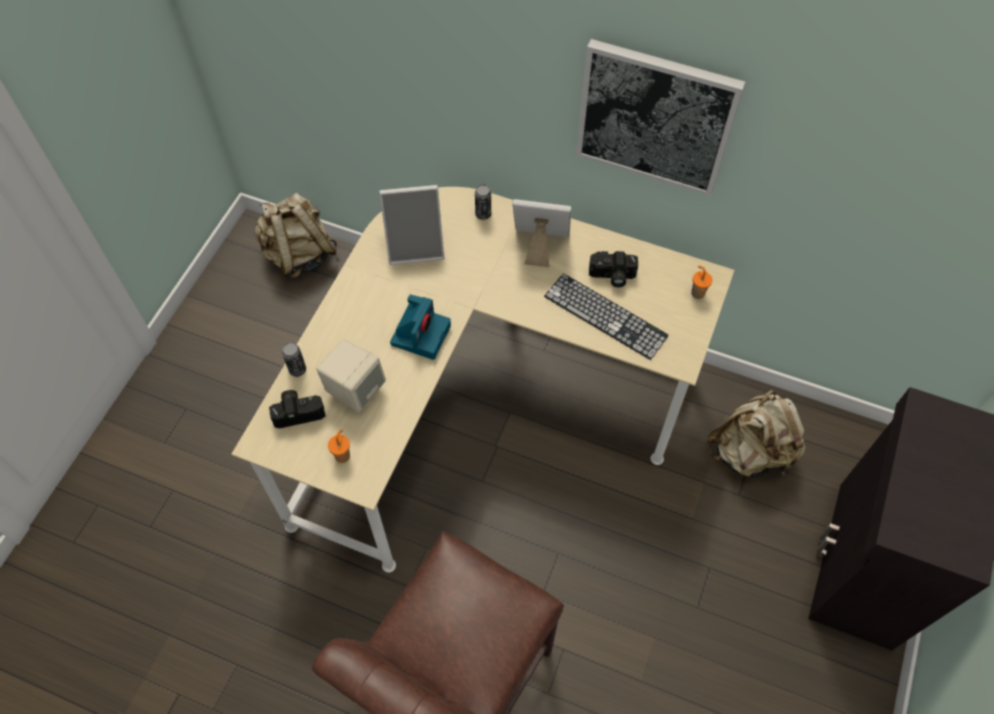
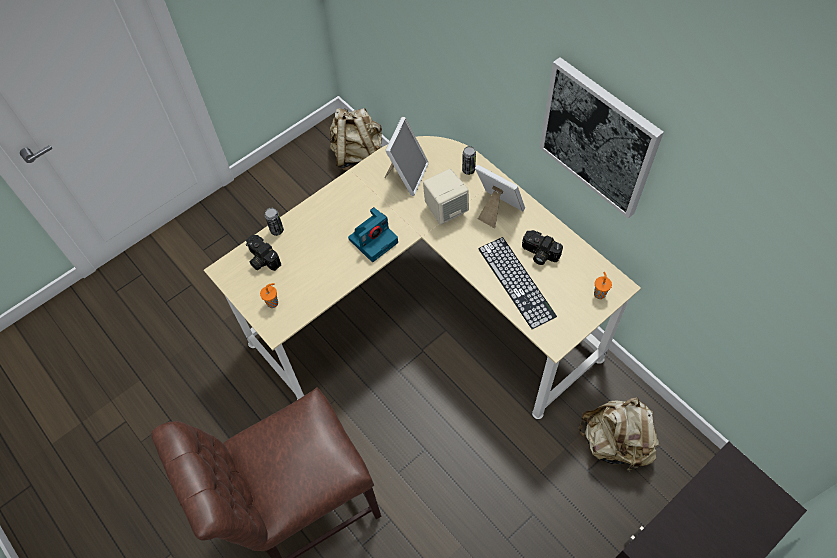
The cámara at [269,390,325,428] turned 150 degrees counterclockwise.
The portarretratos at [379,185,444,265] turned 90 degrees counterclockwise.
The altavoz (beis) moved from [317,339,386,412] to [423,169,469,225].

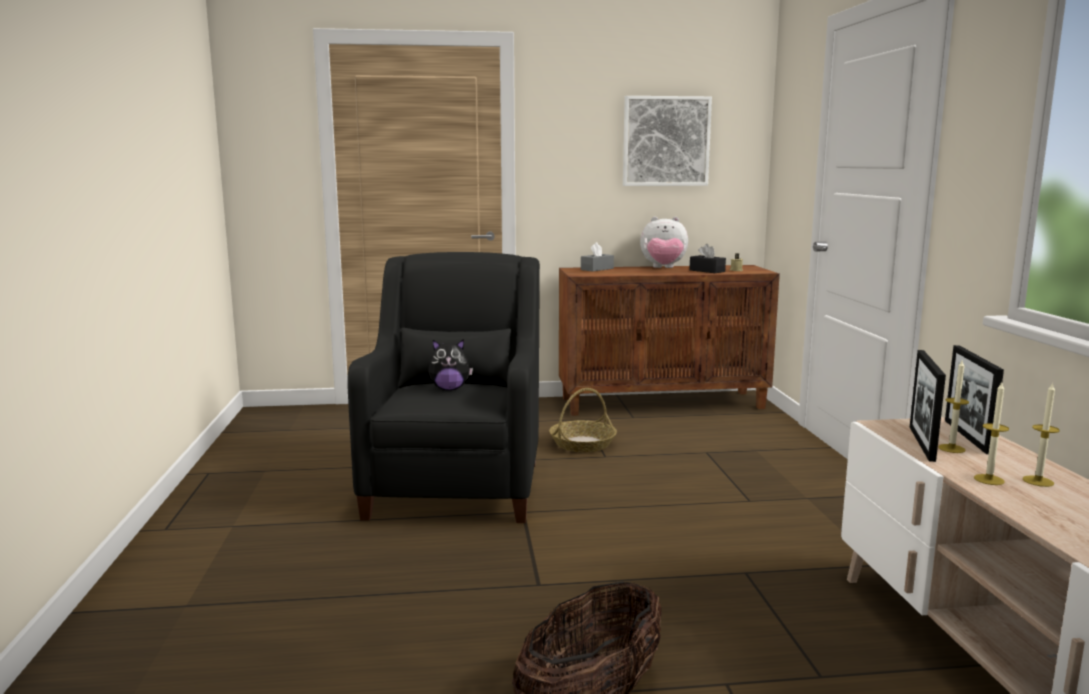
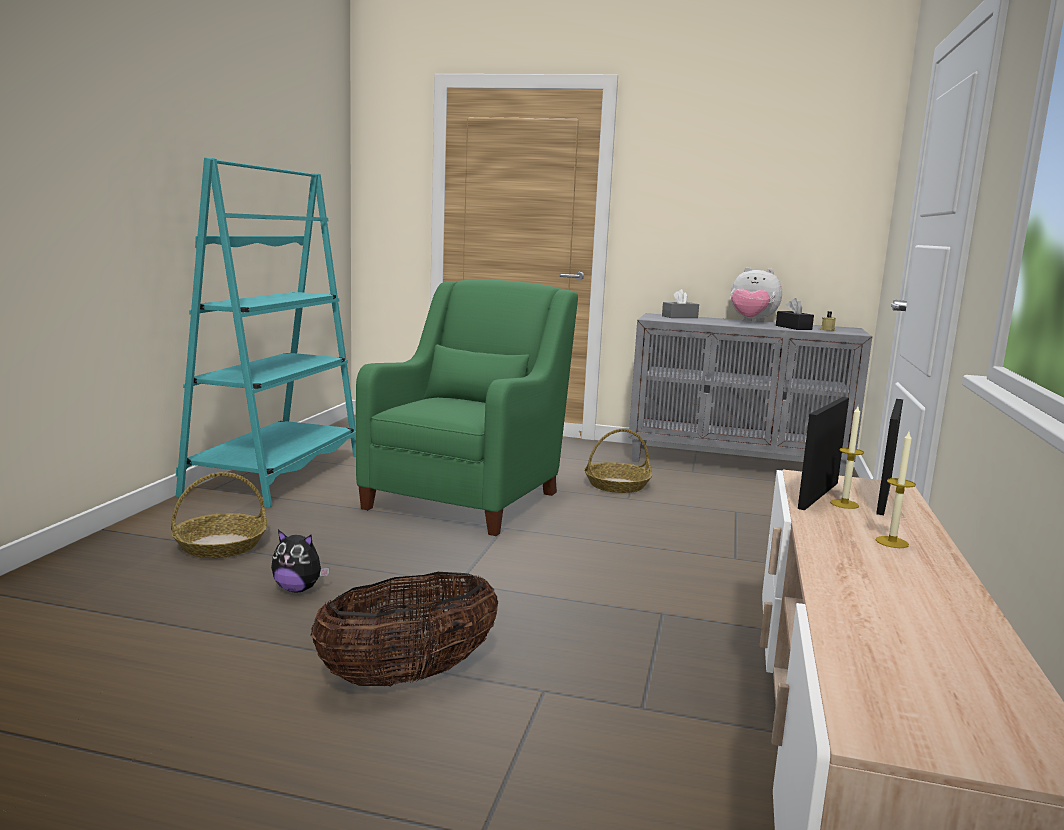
The cesta at [171,472,267,558] appeared.
The estantería (turquesa) at [176,157,356,508] appeared.
The peluche moved from [428,339,473,390] to [271,530,330,592].
The sillón (negro) at [347,252,540,523] became the sillón (verde) at [356,280,578,536].
The armario (marrón) at [559,265,780,416] became the armario (gris) at [629,313,872,476].
The cuadro at [623,96,712,186] disappeared.
The vela at [974,383,1009,485] disappeared.

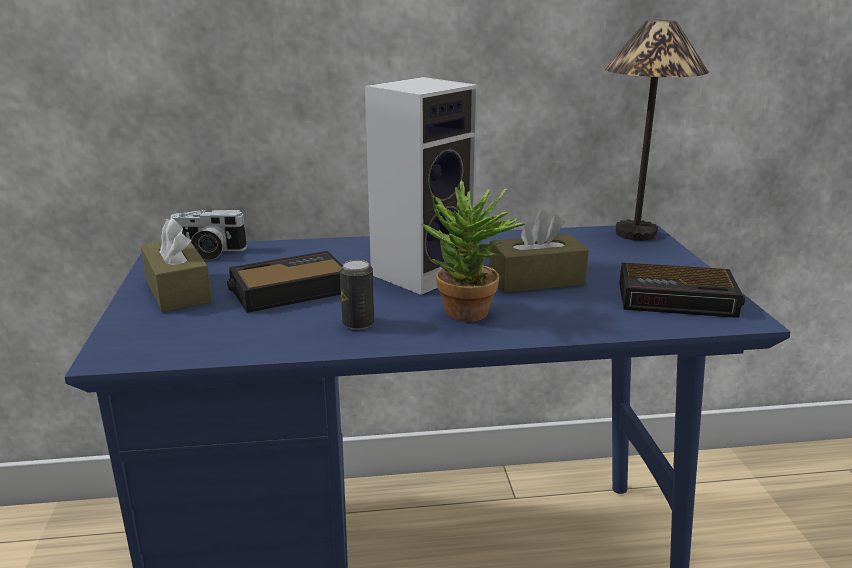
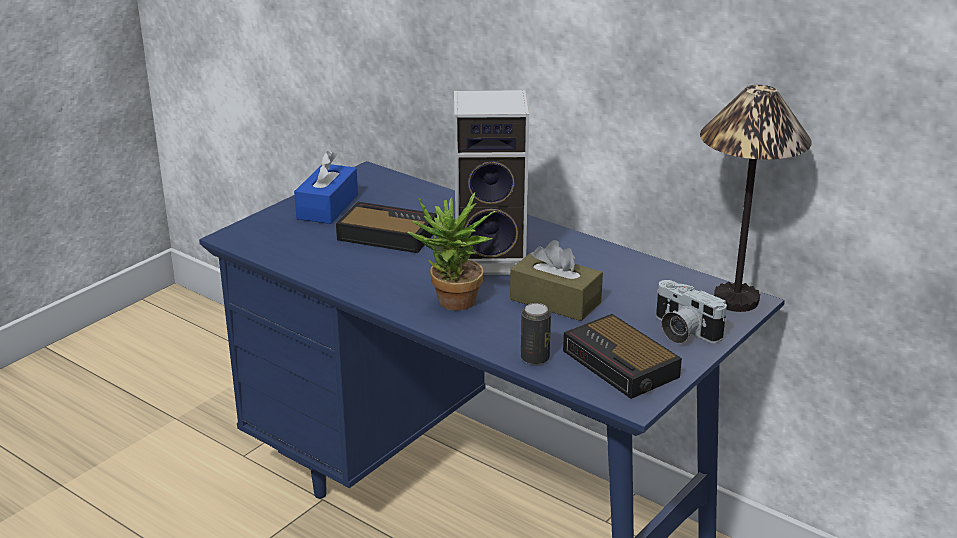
The caja de pañuelos (marrón) at [141,217,212,312] became the caja de pañuelos (azul) at [294,151,358,224].
The lata moved from [340,260,374,330] to [521,303,551,365].
The cámara moved from [170,210,247,260] to [656,280,727,344].

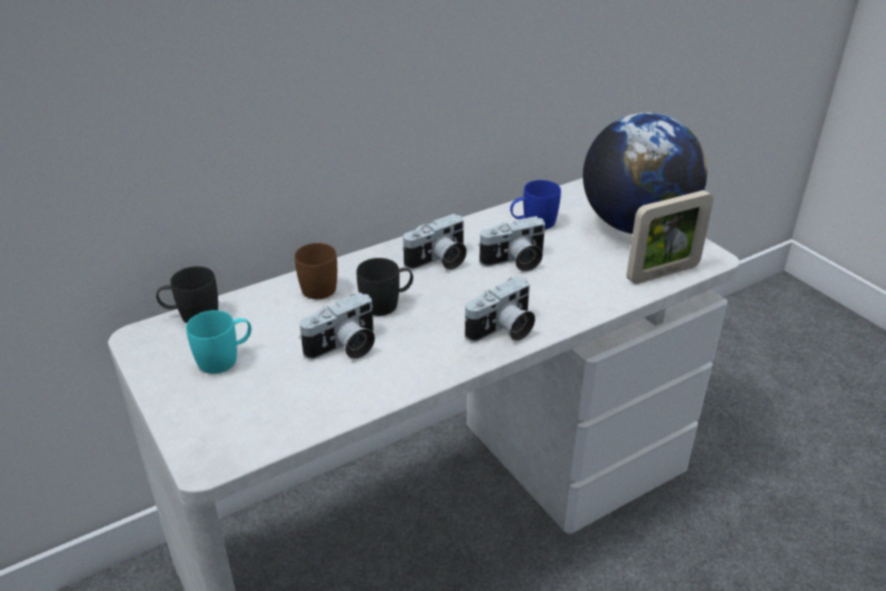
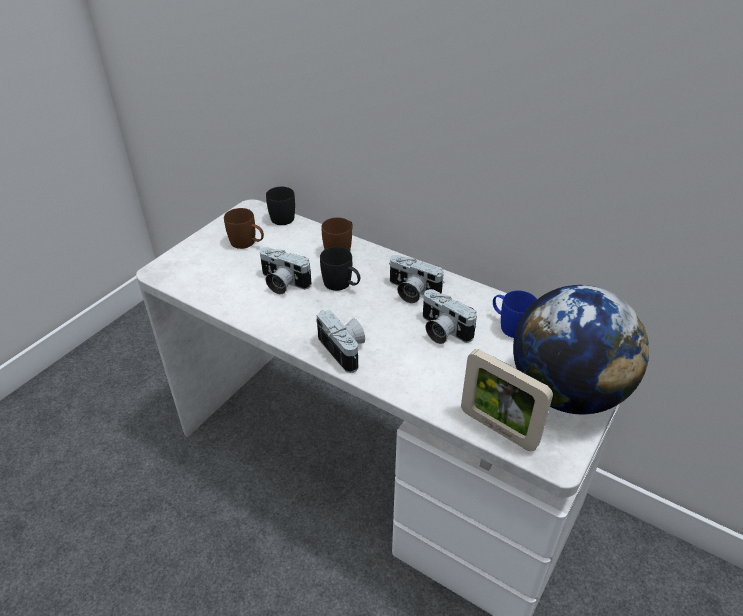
The taza grande (turquesa) at [186,310,251,374] became the taza grande (marrón) at [224,208,264,249].
The cámara at [465,276,535,342] turned 150 degrees counterclockwise.

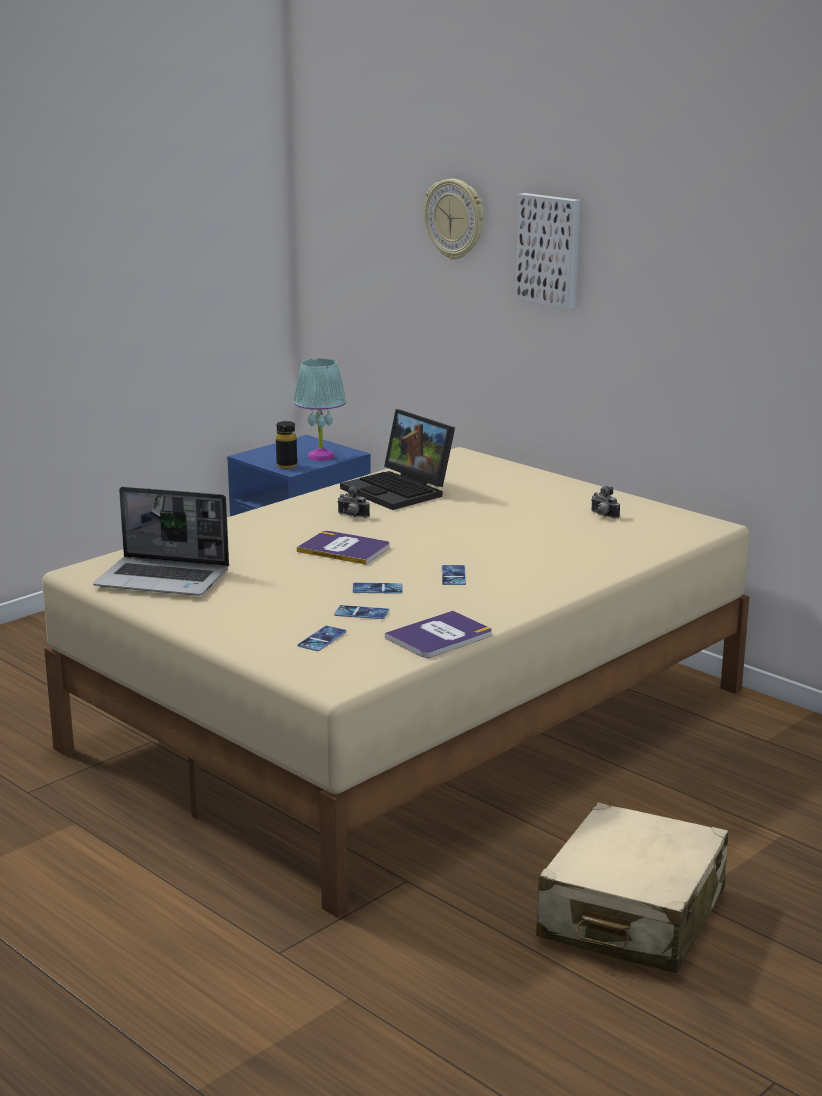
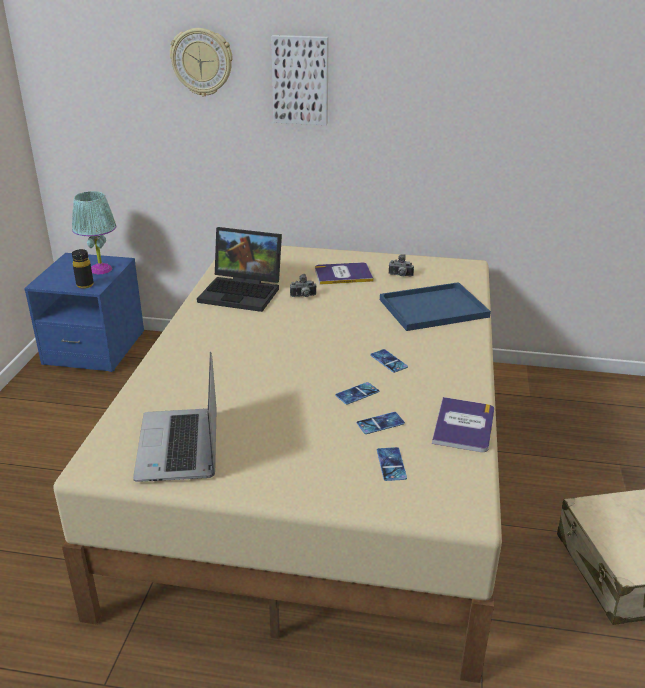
The portátil at [93,487,229,596] turned 105 degrees clockwise.
The cámara moved from [337,486,370,518] to [290,274,317,297].
The libro moved from [297,531,390,565] to [315,262,374,285].
The bandeja (azul) at [380,282,491,331] appeared.

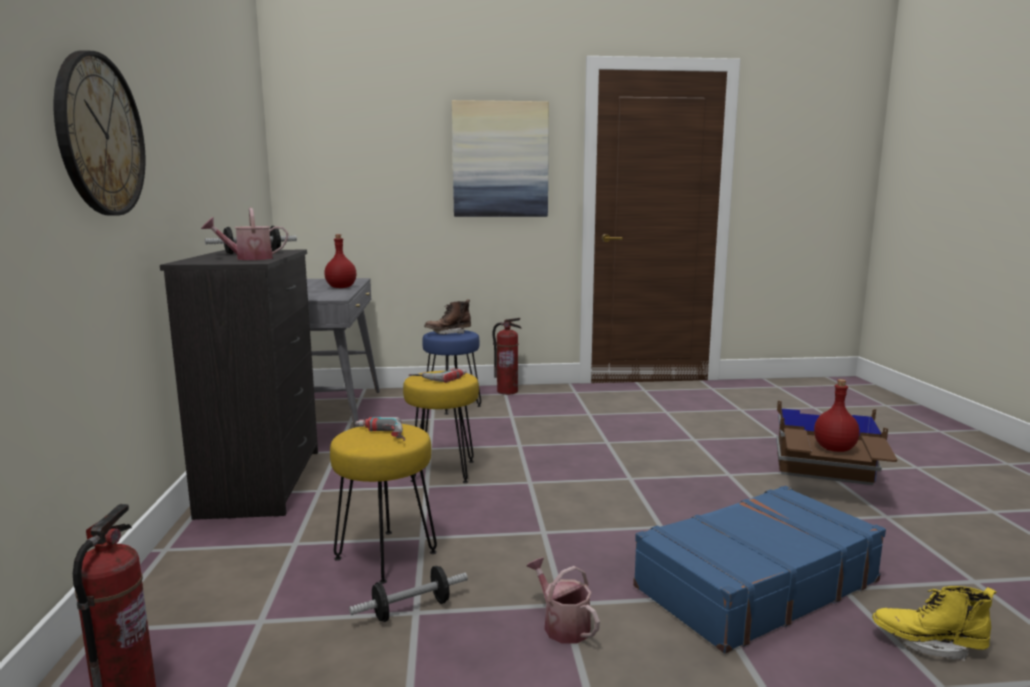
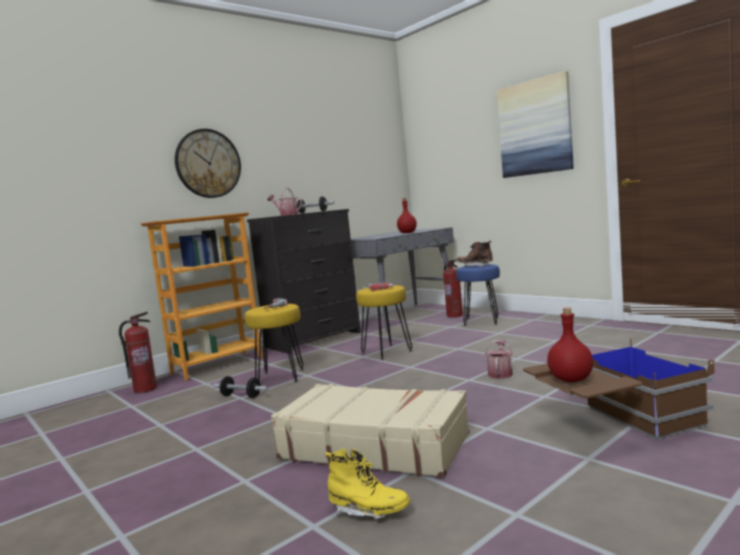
The estantería at [140,213,263,381] appeared.
The maleta (azul) at [633,485,886,654] became the maleta (beis) at [271,384,469,478].
The bota (amarillo) at [872,586,997,661] turned 135 degrees clockwise.
The extintor moved from [492,318,522,395] to [443,260,463,318].
The regadera moved from [527,557,600,644] to [485,340,513,379].

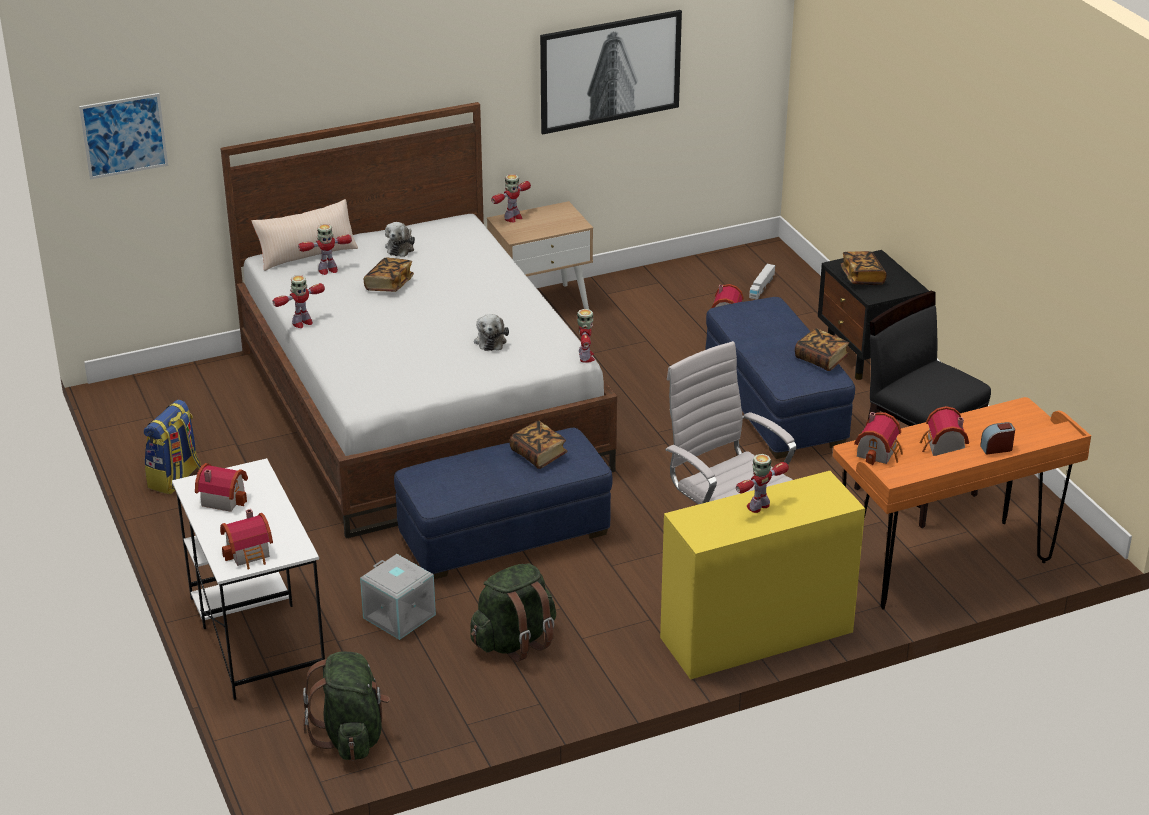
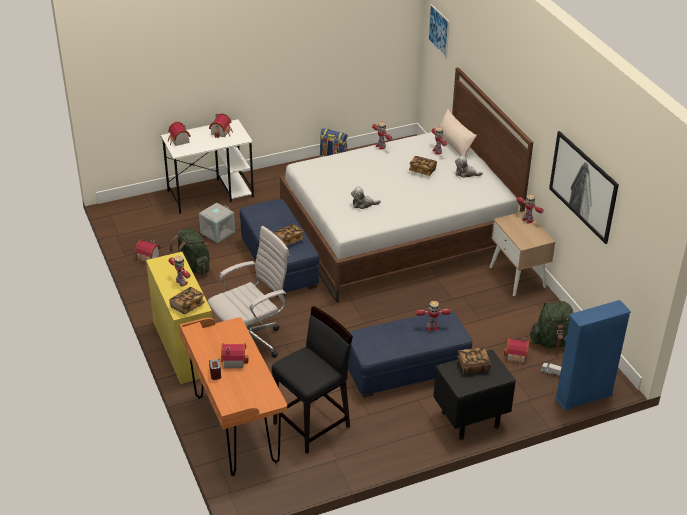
The casita moved from [854,412,903,465] to [135,239,161,265].
The libro moved from [795,328,849,371] to [169,287,205,314].
The robot de juguete moved from [577,309,595,363] to [416,301,451,331].
The mochila (verde) moved from [303,651,390,760] to [530,301,574,348].
The estantería (azul) at [555,300,631,410] appeared.

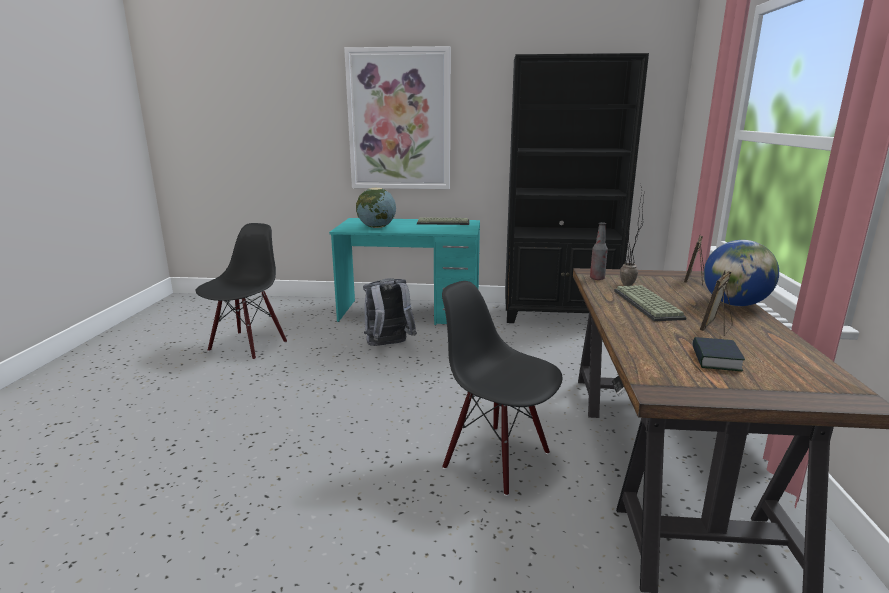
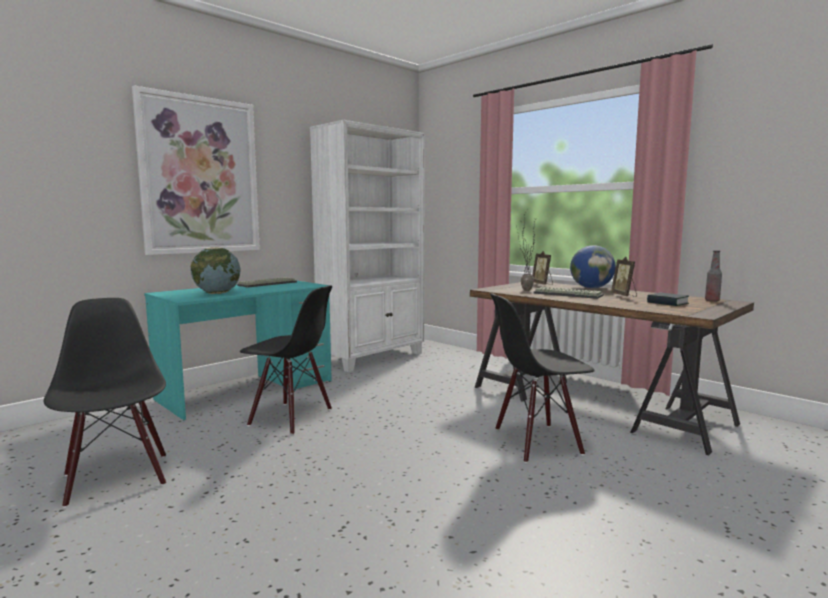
The mochila (gris) at [363,278,417,346] was replaced by the silla (negro) at [240,285,332,435].
The estantería (negro) at [505,53,649,323] became the estantería (blanco) at [310,120,425,372].
The botella moved from [590,222,608,280] to [705,250,722,302].

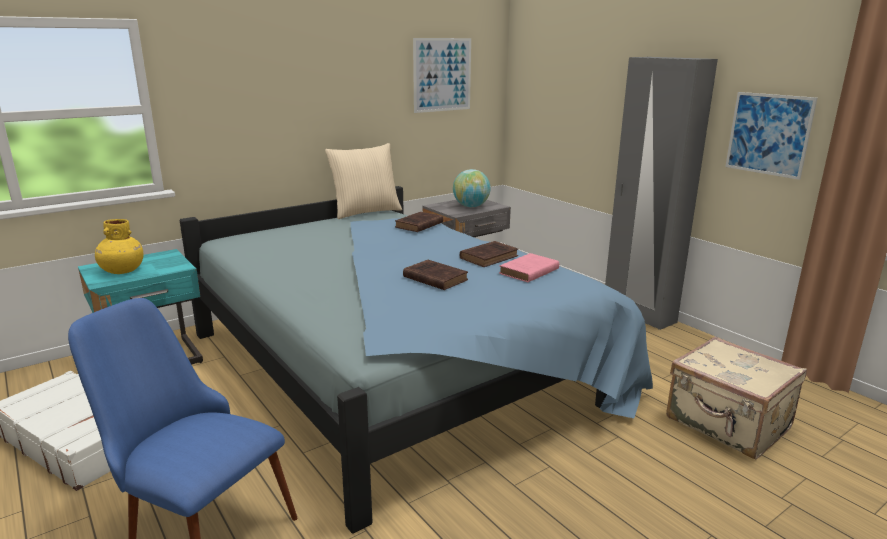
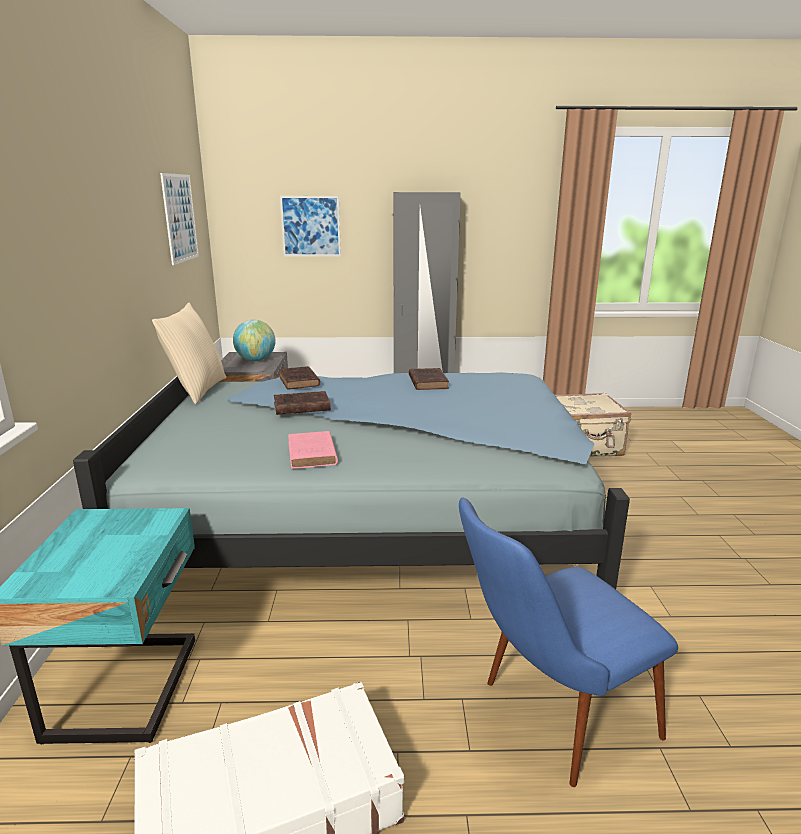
The libro (marrón) moved from [403,260,468,290] to [274,391,331,415].
The cuadro moved from [725,92,817,180] to [280,196,341,256].
The libro (rosa) moved from [499,253,559,283] to [288,431,338,469].
The florero (amarillo) at [95,219,143,274] disappeared.

